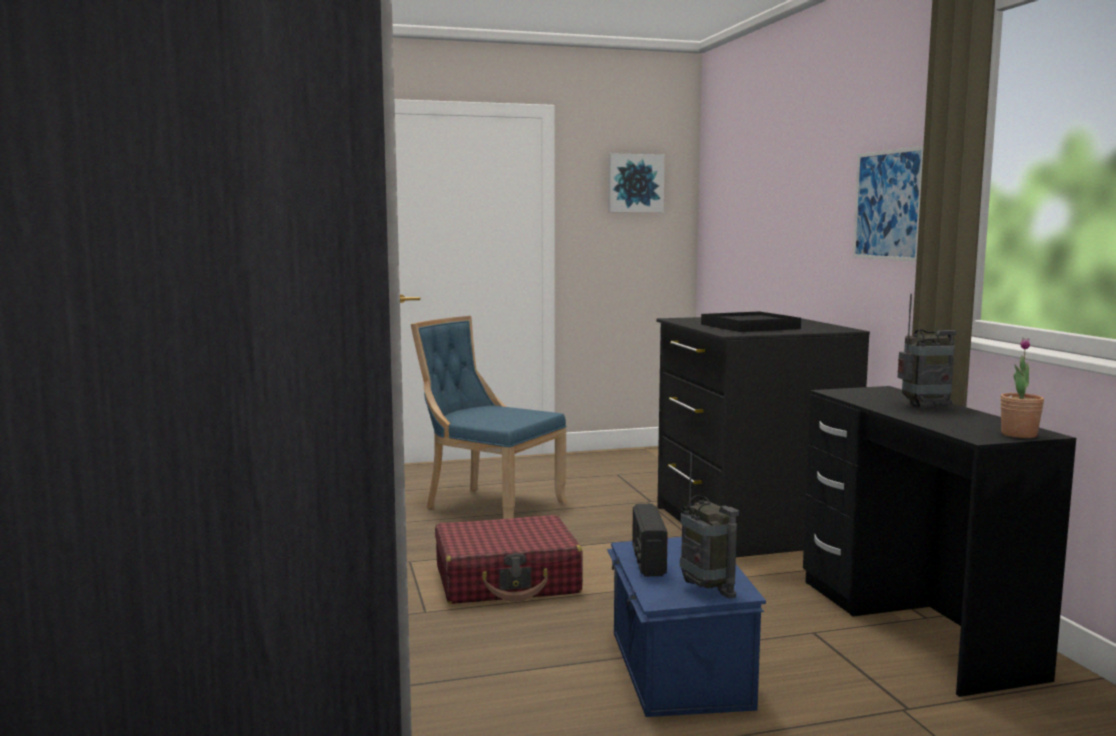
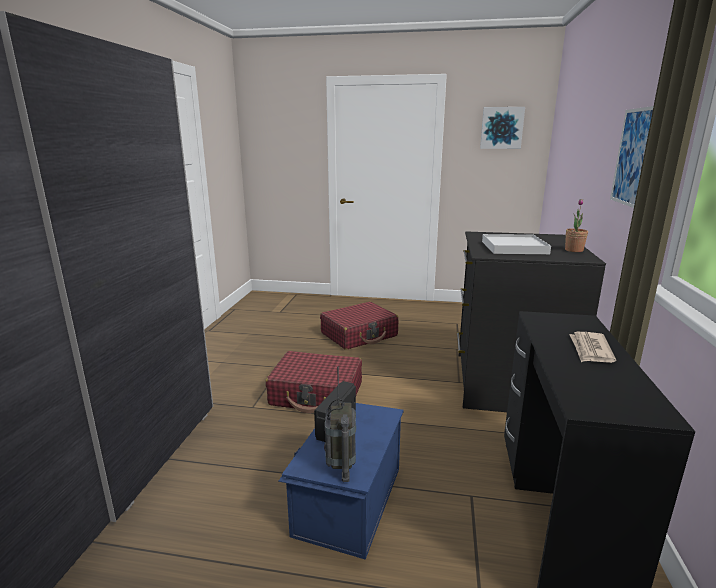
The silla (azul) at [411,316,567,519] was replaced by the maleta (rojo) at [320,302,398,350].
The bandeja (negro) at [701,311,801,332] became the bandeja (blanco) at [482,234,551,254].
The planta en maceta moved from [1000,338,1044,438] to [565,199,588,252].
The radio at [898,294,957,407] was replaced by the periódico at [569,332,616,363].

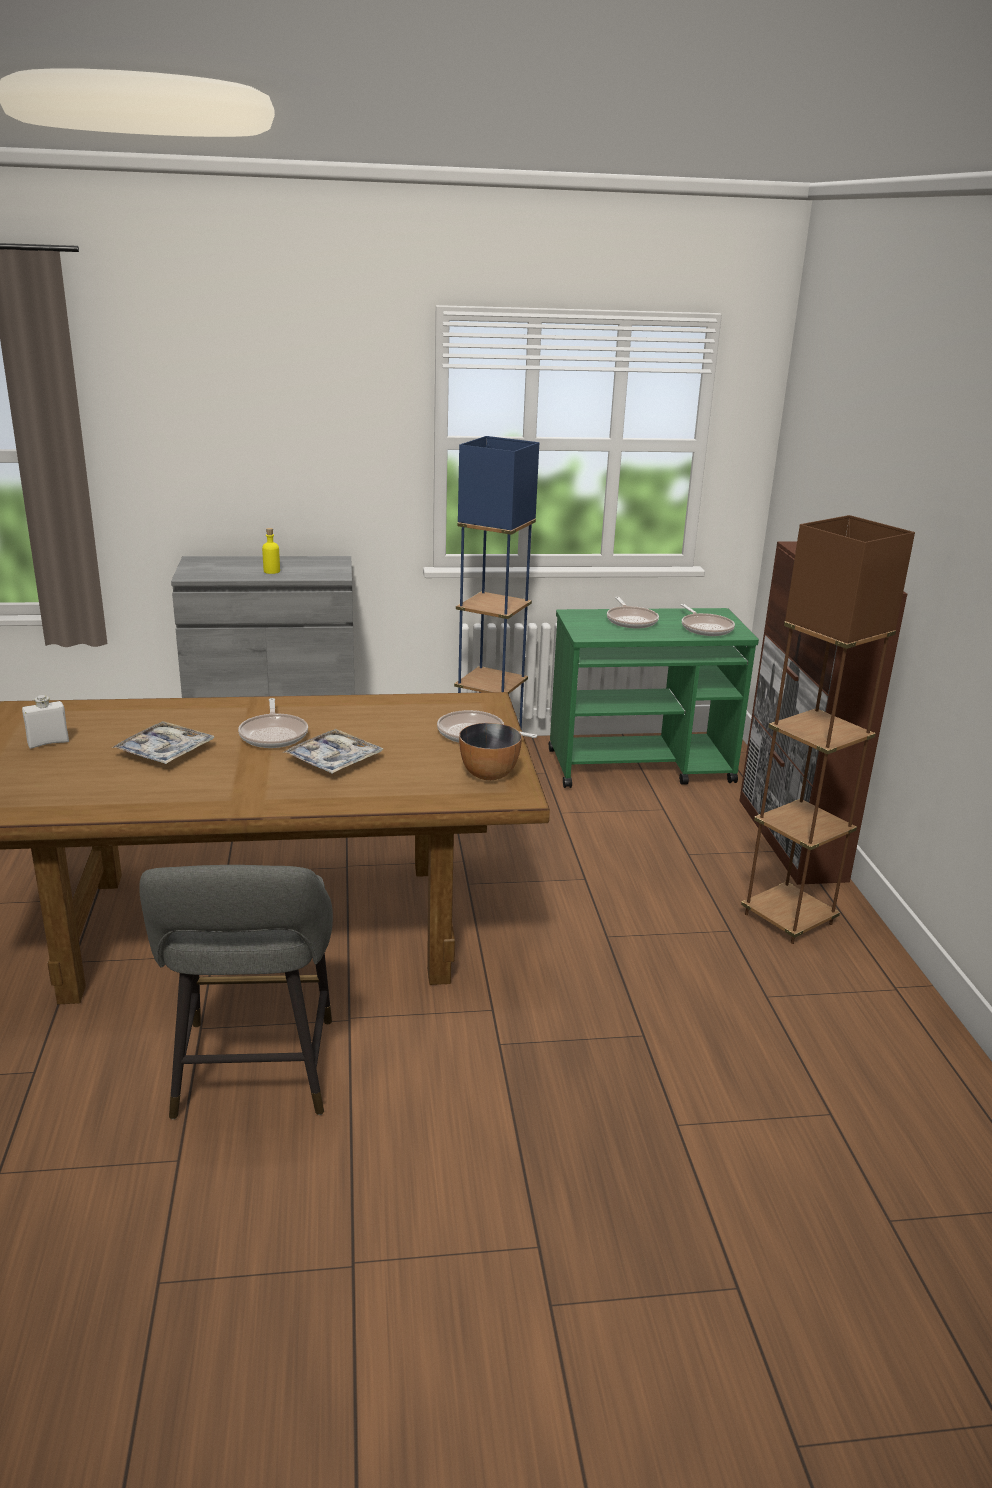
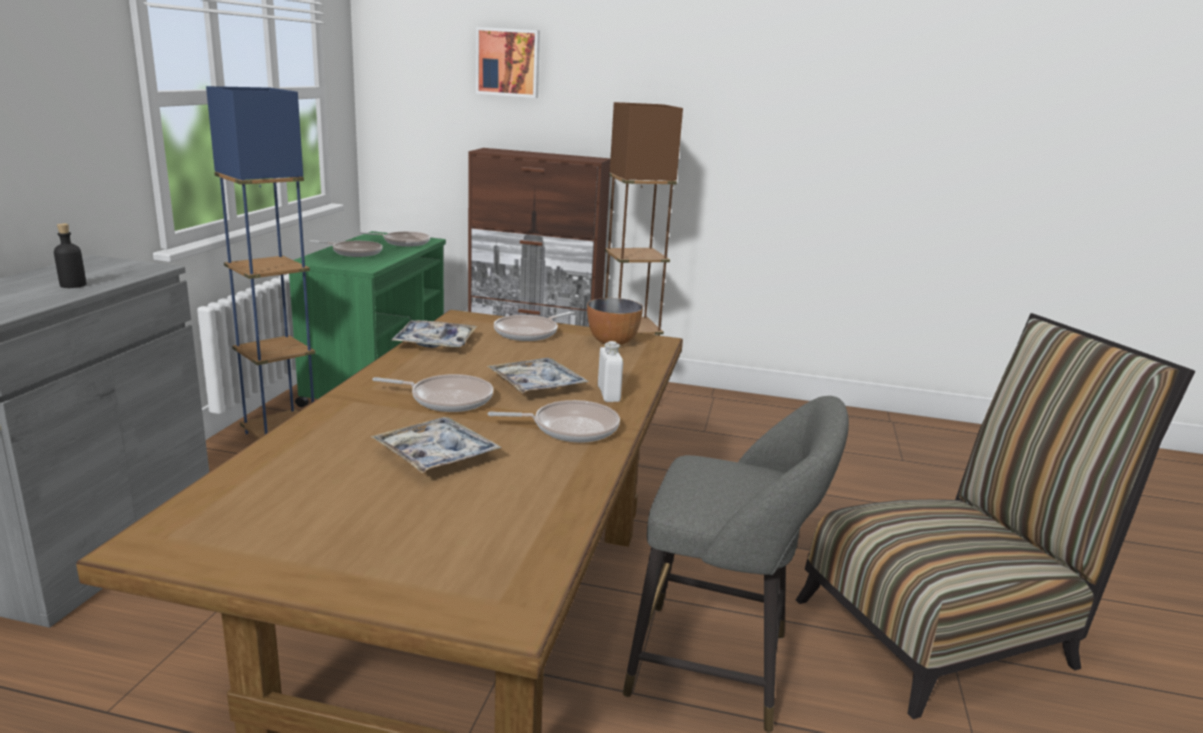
The botella (amarillo) at [262,528,280,574] became the botella (negro) at [54,224,86,288].
The bandeja at [390,320,477,348] appeared.
The cuadro at [476,27,540,98] appeared.
The sartén at [487,400,620,443] appeared.
The botella (blanco) moved from [22,695,69,749] to [598,341,623,402].
The silla at [796,313,1195,719] appeared.

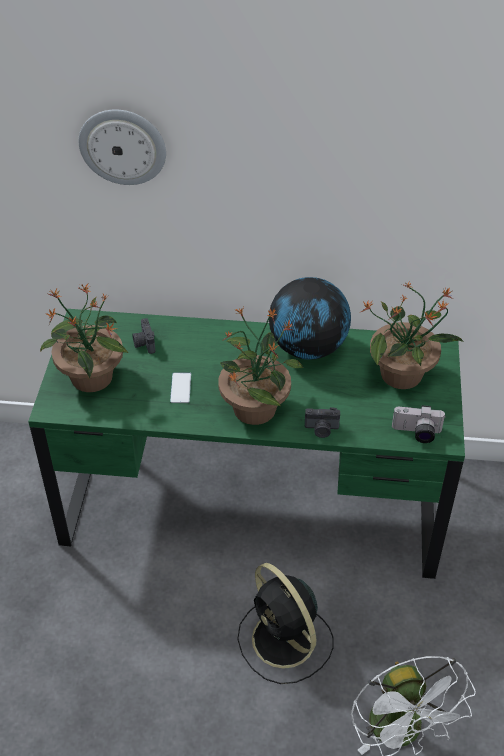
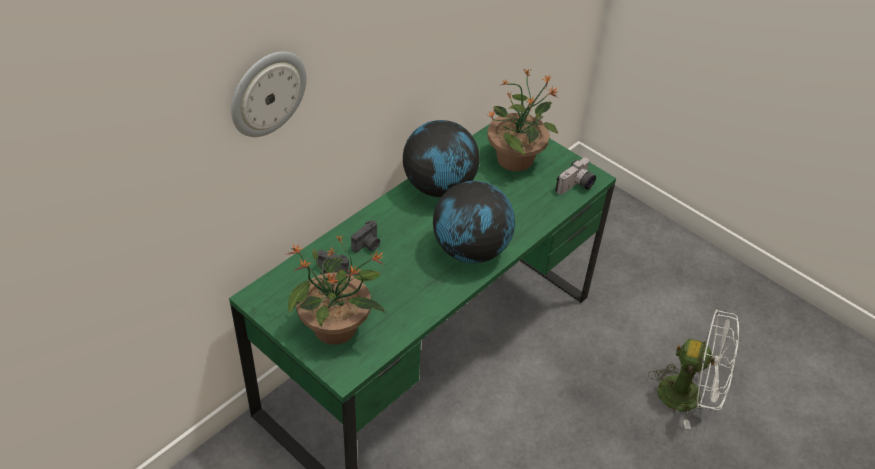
The cámara moved from [305,407,340,438] to [351,220,380,253].
The planta en maceta at [218,307,303,425] was replaced by the globo terráqueo at [433,181,515,263].
The móvil at [170,372,191,403] disappeared.
The ventilador (negro) at [237,563,334,684] disappeared.

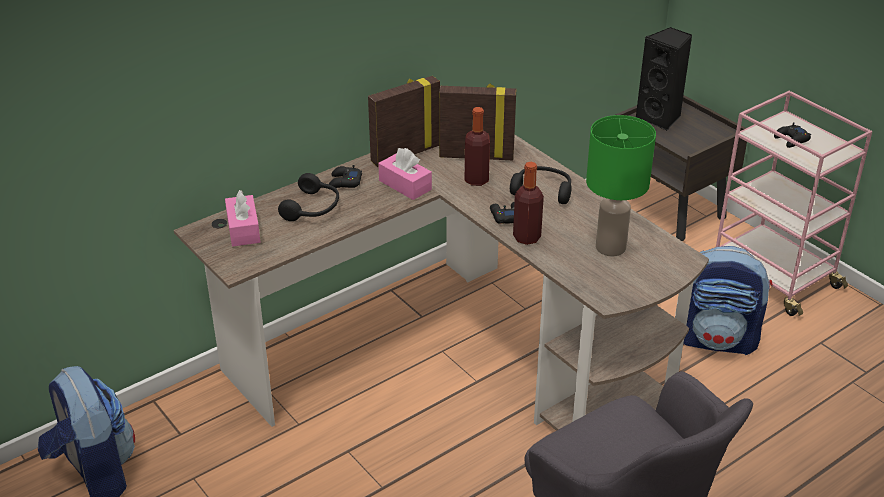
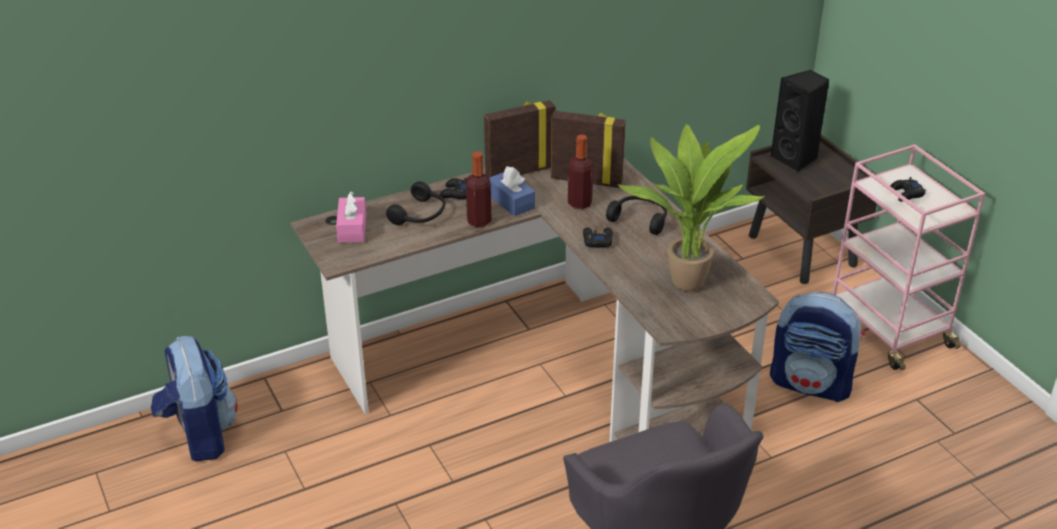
The botella moved from [513,162,544,245] to [466,151,491,227].
The caja de pañuelos (rosa) at [378,148,432,200] became the caja de pañuelos (azul) at [489,166,535,217].
The lámpara de mesa (verde) at [586,115,656,257] was replaced by the planta en maceta at [617,124,766,292].

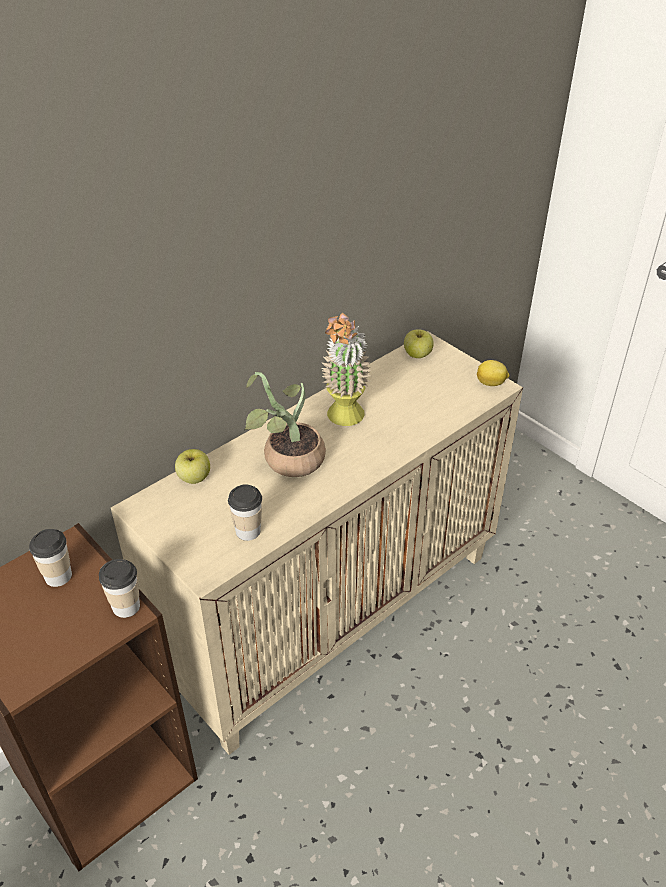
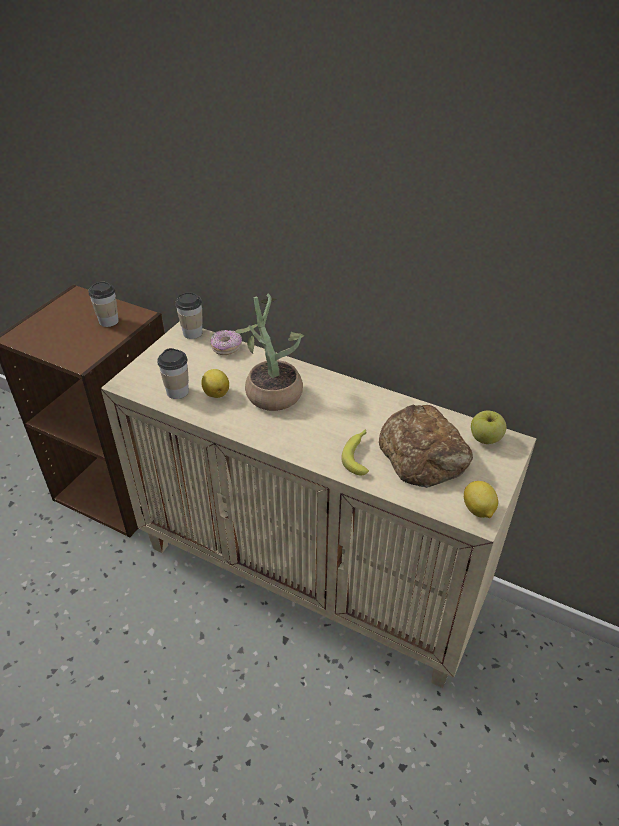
The taza moved from [99,559,140,618] to [175,292,203,339].
The limón at [201,369,229,398] appeared.
The manzana at [175,449,210,484] was replaced by the rosquilla at [211,330,242,355].
The plátano at [341,429,369,476] appeared.
The pan at [379,405,473,488] appeared.
The planta en maceta at [322,313,371,426] disappeared.

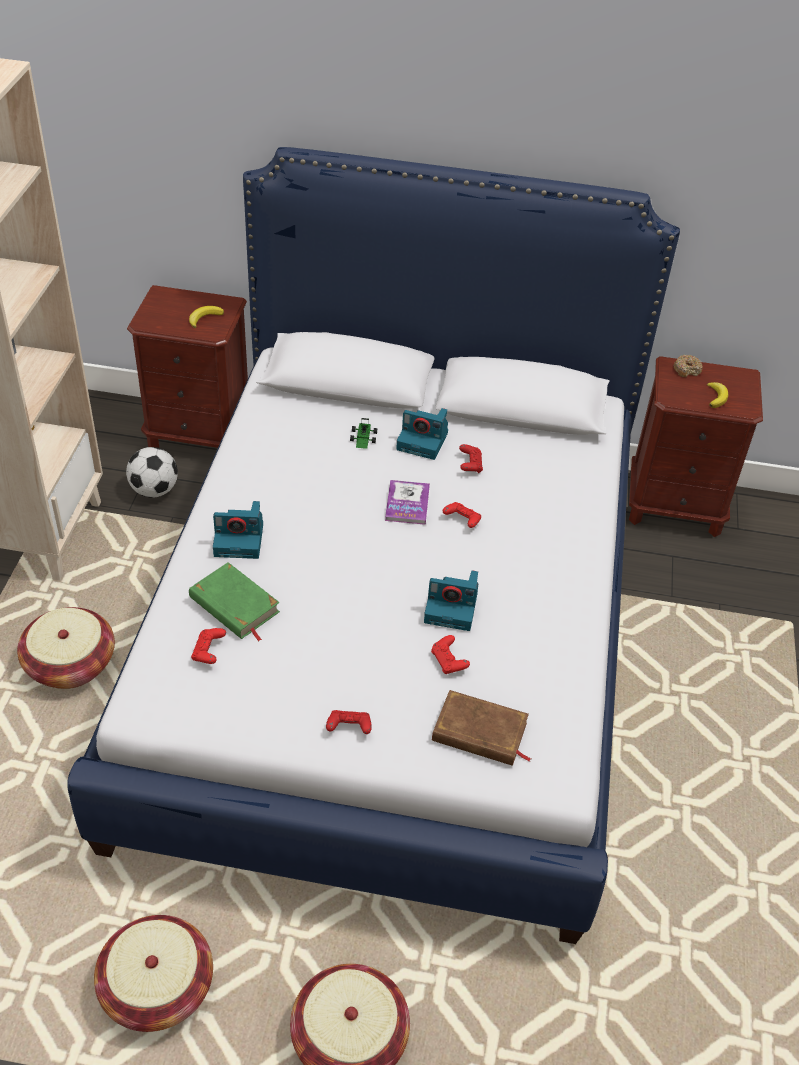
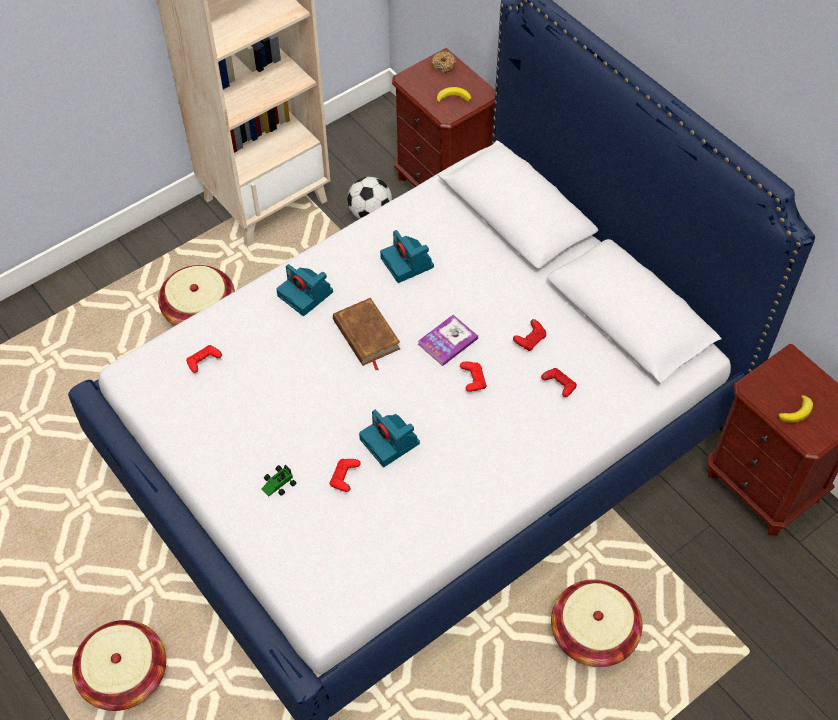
The coche de juguete moved from [350,418,377,449] to [261,465,297,497].
The libro (marrón) moved from [432,690,531,766] to [333,298,400,370].
The cámara moved from [396,408,448,460] to [380,230,434,283].
The rosquilla moved from [673,355,703,377] to [432,51,456,73].
The mando de consola (rojo) moved from [326,710,372,734] to [541,368,577,397].
The cesta moved from [94,915,213,1032] to [551,579,643,667].
The libro (verde) at [189,562,280,641] disappeared.

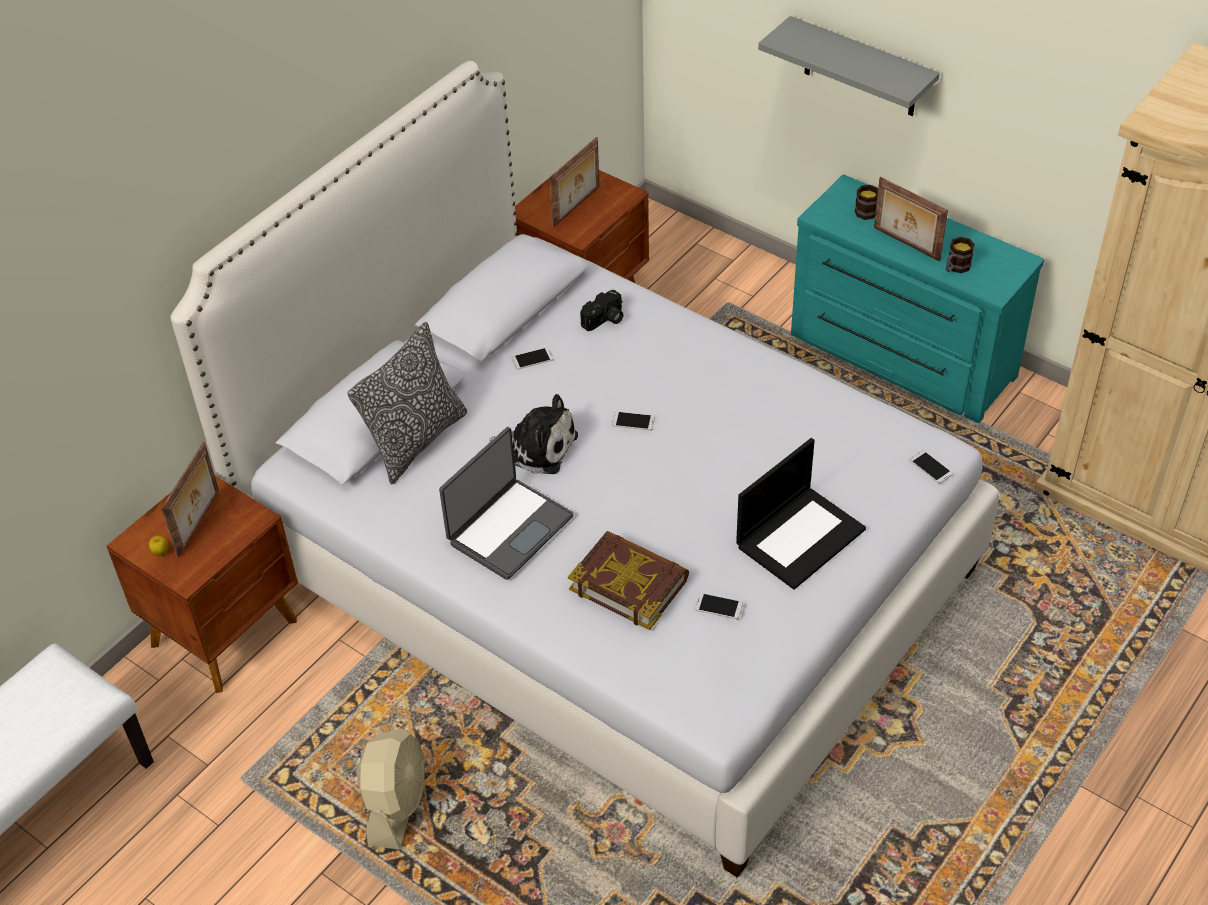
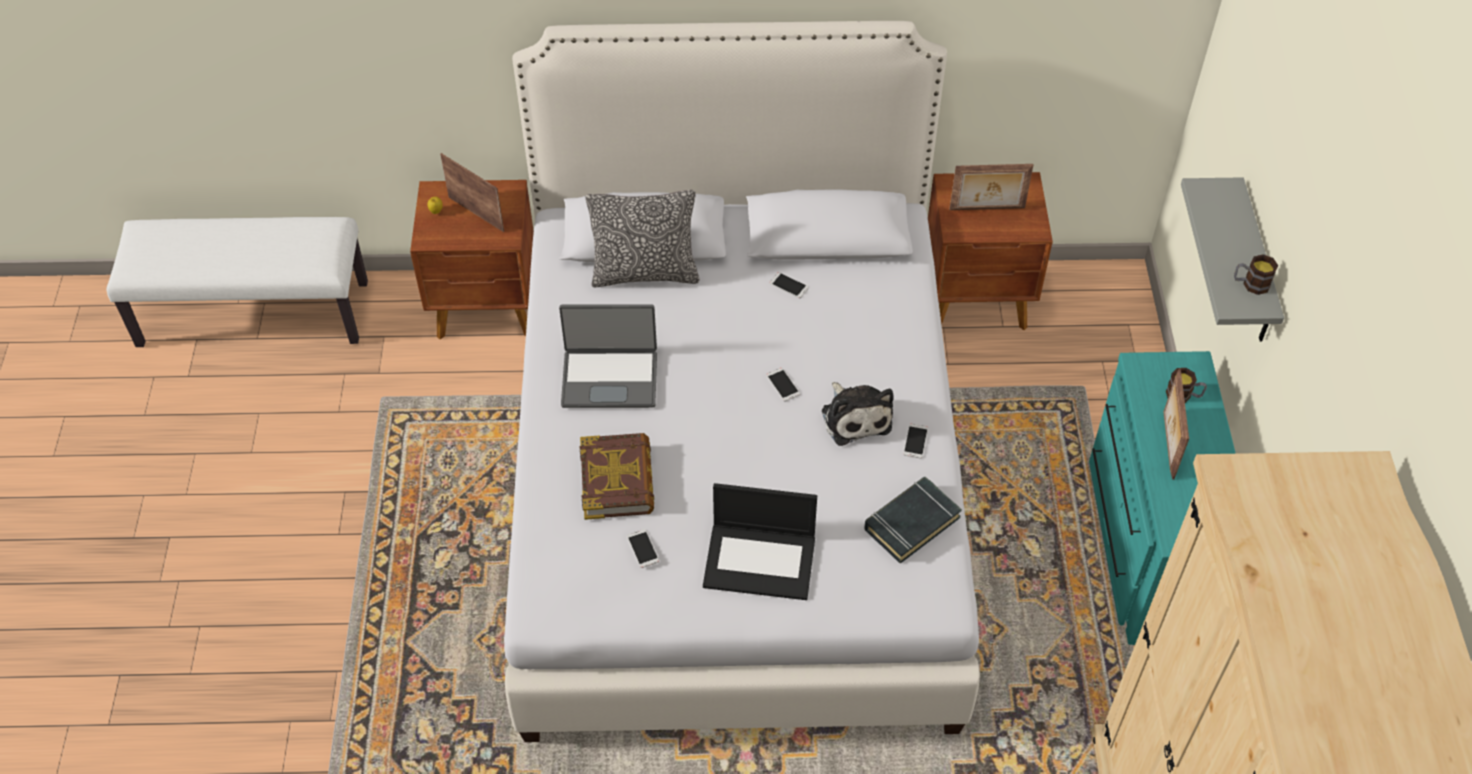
The portarretratos at [161,442,219,557] turned 120 degrees counterclockwise.
The peluche moved from [489,394,578,474] to [822,382,894,446].
The libro (negro) at [864,477,962,564] appeared.
The móvil moved from [910,450,953,484] to [903,423,928,459].
The taza grande moved from [946,237,975,273] to [1234,254,1278,295].
The ventilador (beis) at [357,728,425,850] disappeared.
The cámara at [580,290,624,331] disappeared.

